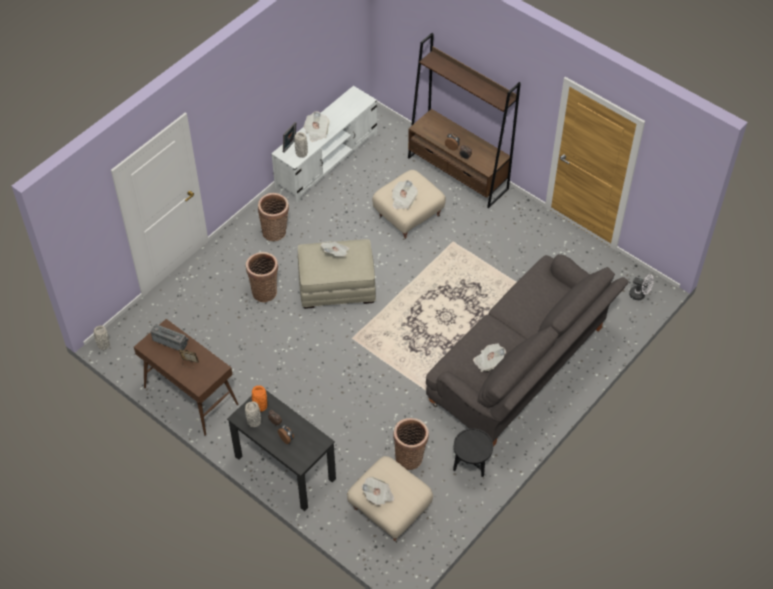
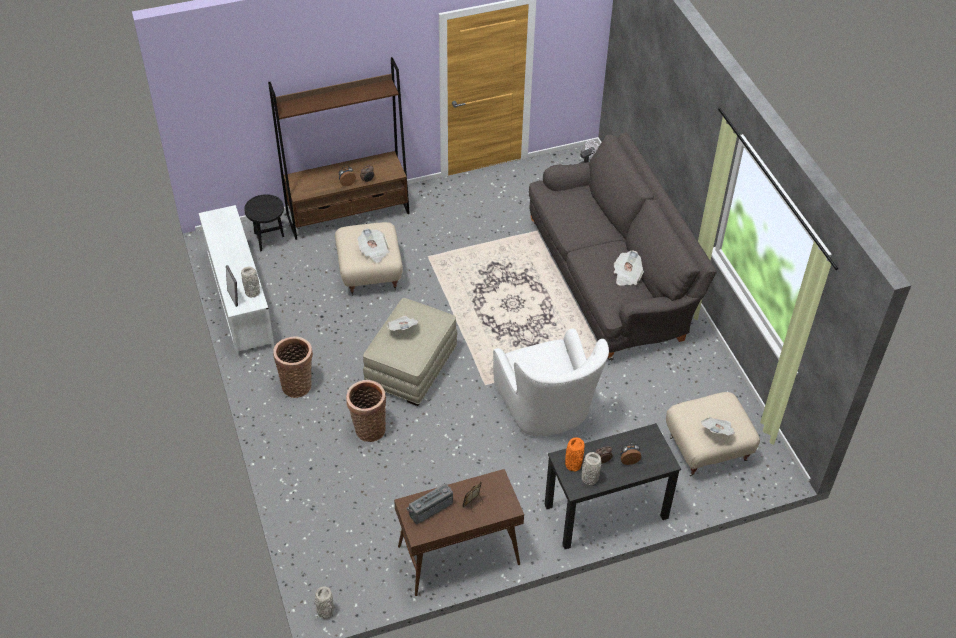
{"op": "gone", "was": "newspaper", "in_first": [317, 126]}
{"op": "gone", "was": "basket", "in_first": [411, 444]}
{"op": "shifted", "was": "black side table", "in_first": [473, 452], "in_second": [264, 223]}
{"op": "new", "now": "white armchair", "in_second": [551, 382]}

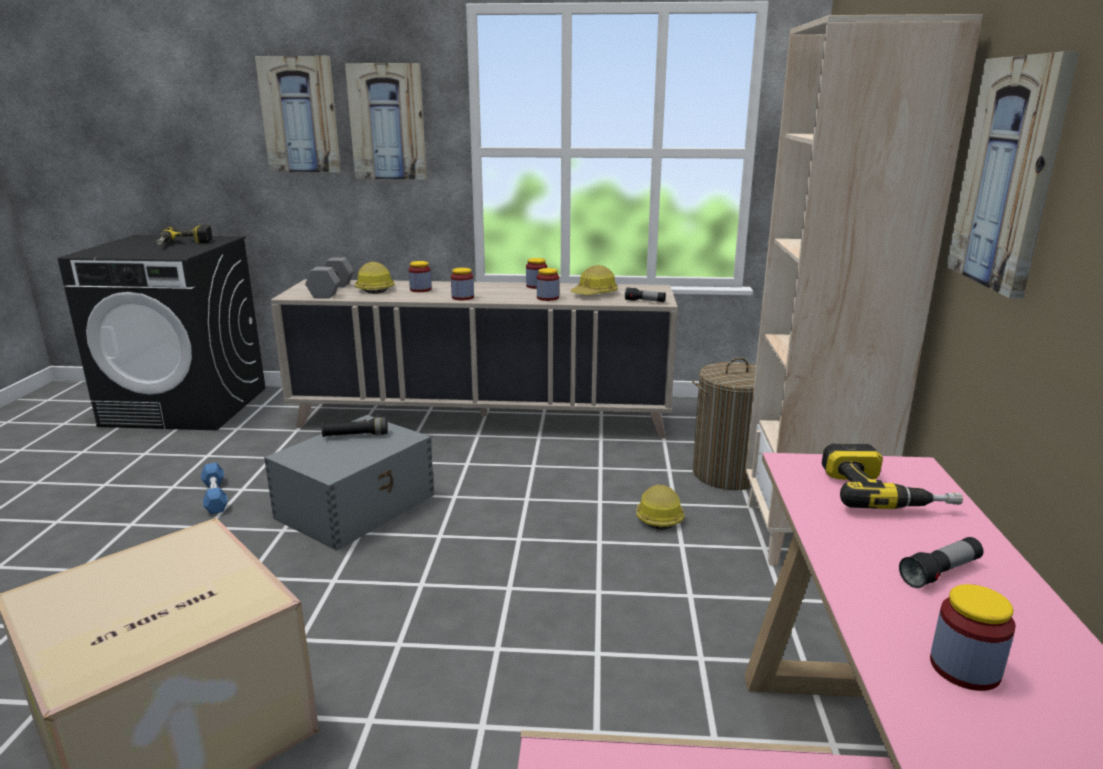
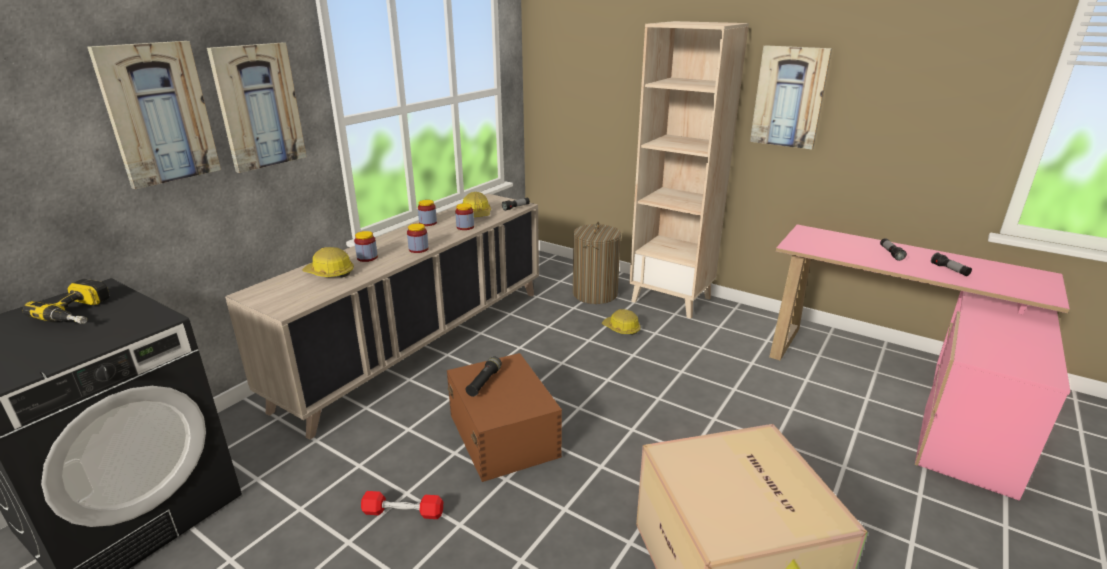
{"op": "repainted", "was": "blue dumbbell", "now": "red dumbbell", "in_first": [214, 488], "in_second": [402, 505]}
{"op": "repainted", "was": "grey storage box", "now": "brown storage box", "in_first": [349, 483], "in_second": [504, 417]}
{"op": "gone", "was": "grey dumbbell", "in_first": [329, 278]}
{"op": "gone", "was": "power drill", "in_first": [892, 476]}
{"op": "swapped", "was": "jar", "now": "flashlight", "in_first": [973, 637], "in_second": [951, 264]}

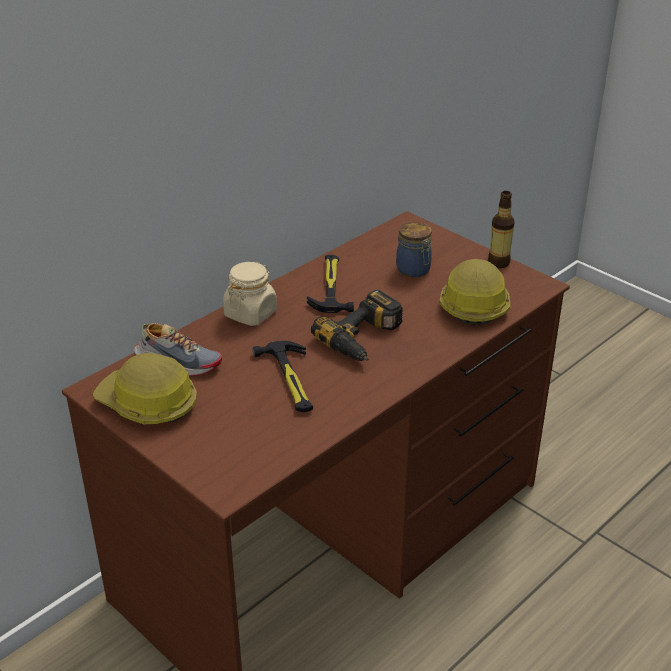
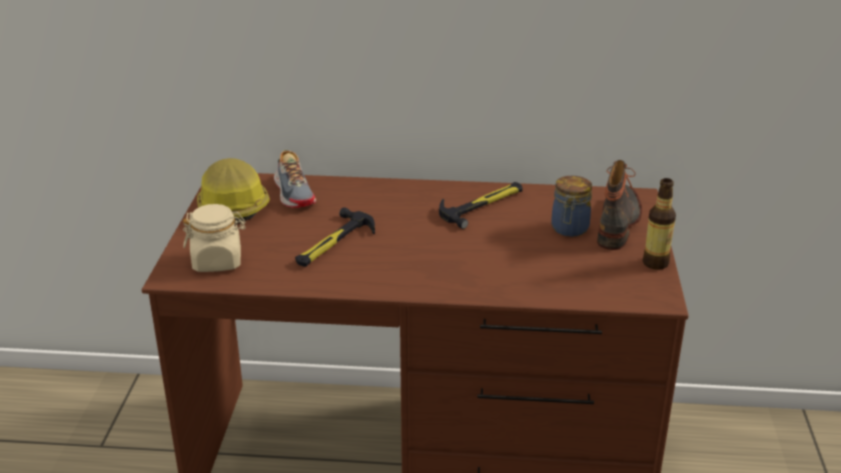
{"op": "shifted", "was": "beige jar", "in_first": [250, 294], "in_second": [214, 238]}
{"op": "gone", "was": "power drill", "in_first": [357, 325]}
{"op": "gone", "was": "hard hat", "in_first": [474, 292]}
{"op": "new", "now": "boot", "in_second": [619, 205]}

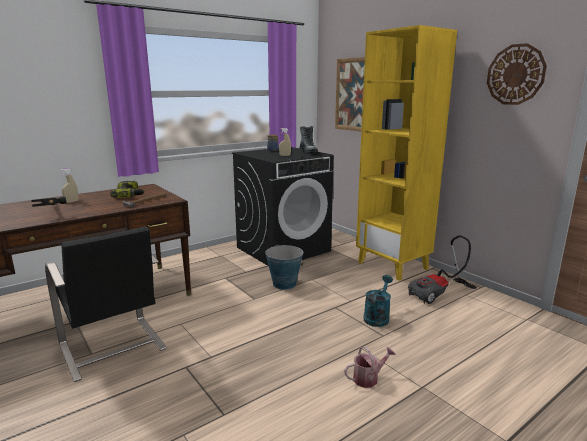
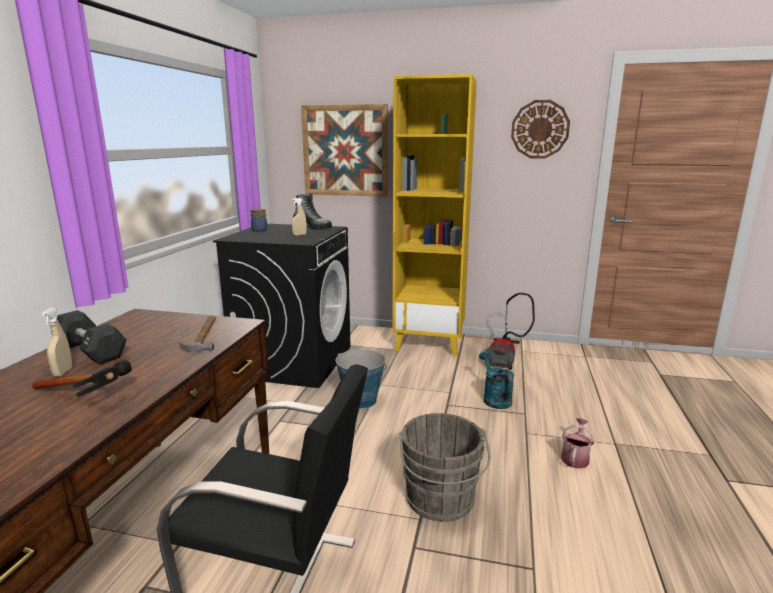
{"op": "gone", "was": "power drill", "in_first": [127, 189]}
{"op": "new", "now": "black dumbbell", "in_second": [89, 337]}
{"op": "new", "now": "grey bucket", "in_second": [445, 467]}

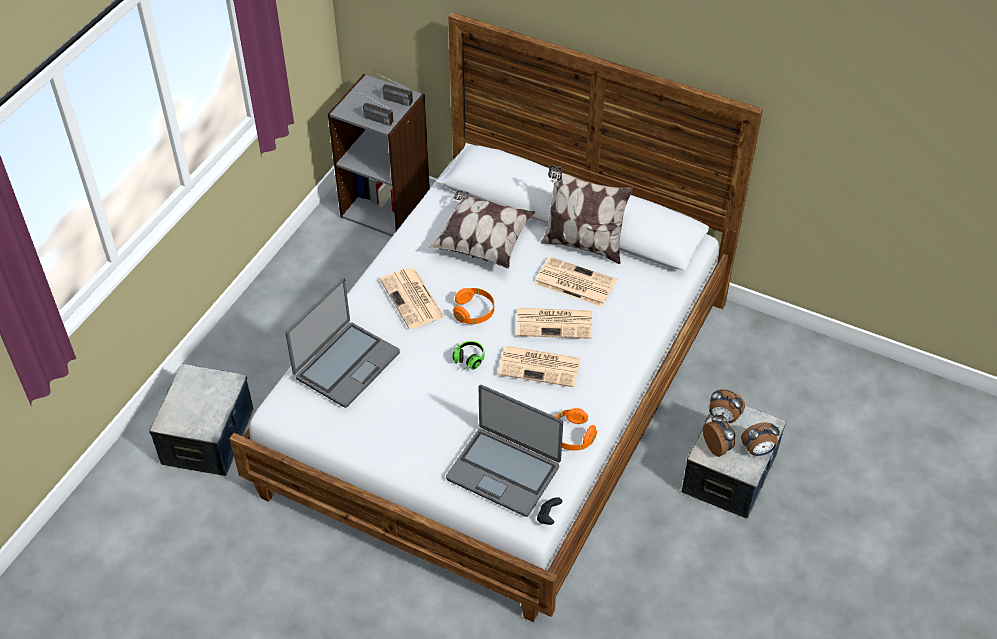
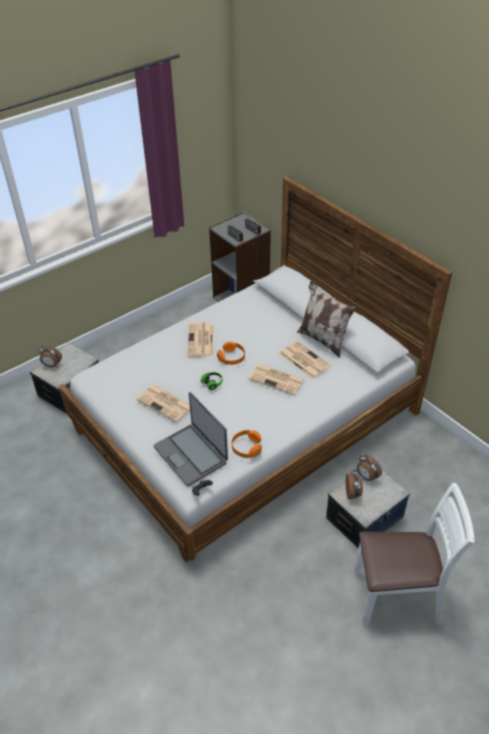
{"op": "gone", "was": "laptop", "in_first": [343, 343]}
{"op": "gone", "was": "pillow", "in_first": [482, 229]}
{"op": "shifted", "was": "newspaper", "in_first": [539, 366], "in_second": [163, 403]}
{"op": "shifted", "was": "alarm clock", "in_first": [760, 439], "in_second": [50, 356]}
{"op": "new", "now": "white chair", "in_second": [414, 554]}

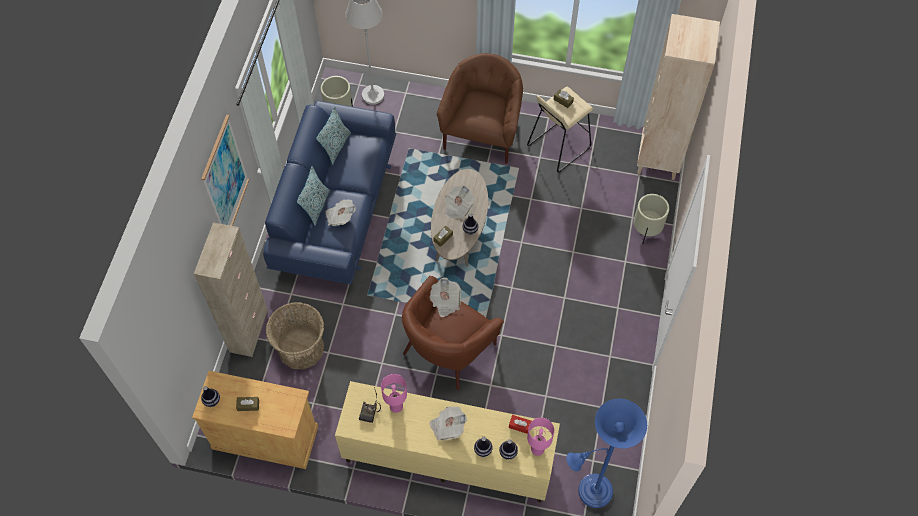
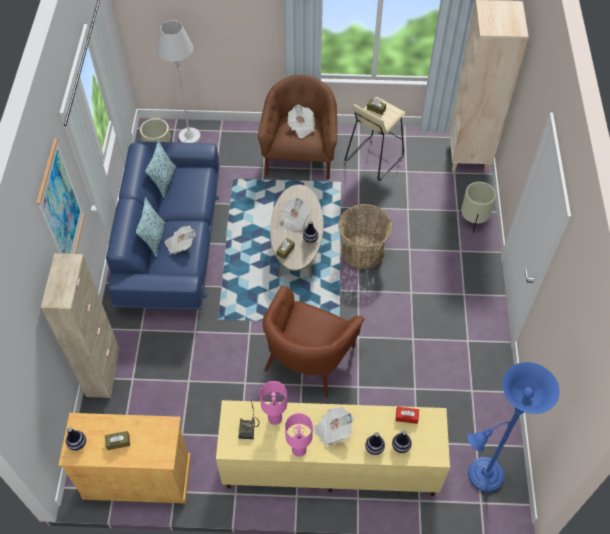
{"op": "shifted", "was": "basket", "in_first": [295, 336], "in_second": [365, 236]}
{"op": "shifted", "was": "newspaper", "in_first": [445, 297], "in_second": [301, 122]}
{"op": "shifted", "was": "pink table lamp", "in_first": [540, 437], "in_second": [299, 435]}

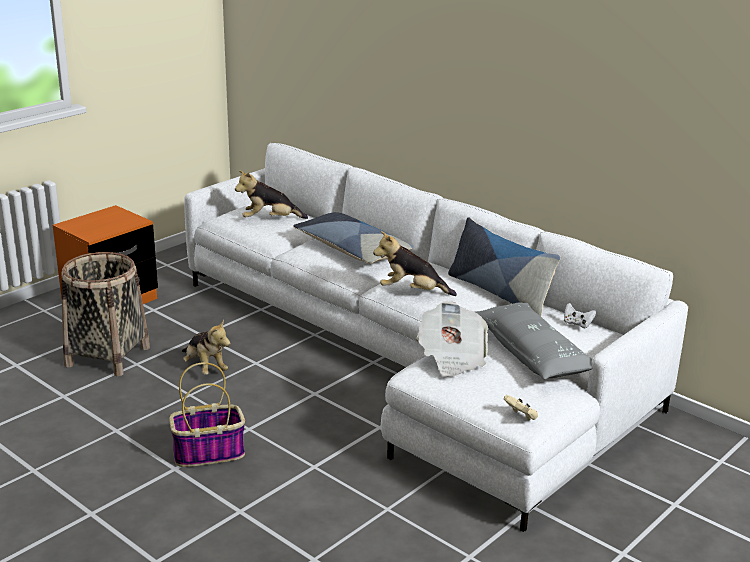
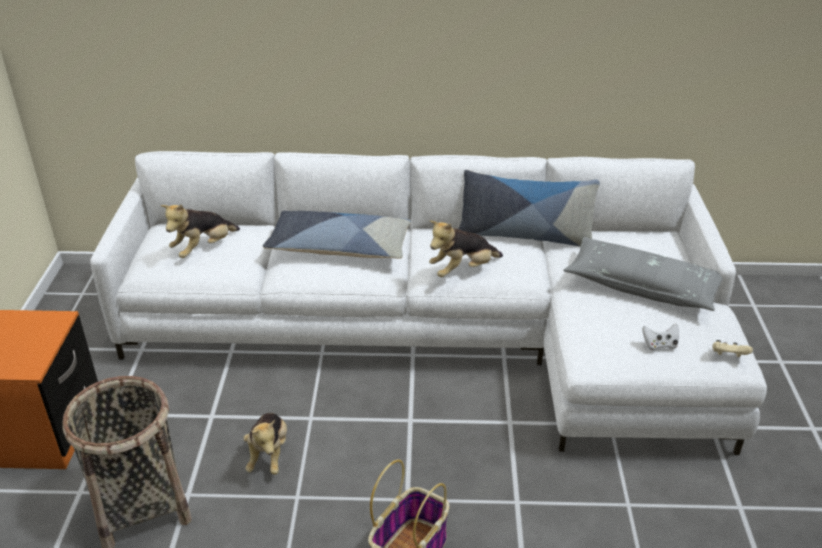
{"op": "rotated", "was": "plush toy", "in_first": [206, 347], "in_second": [265, 444], "clockwise": 75}
{"op": "gone", "was": "newspaper", "in_first": [452, 339]}
{"op": "shifted", "was": "white game controller", "in_first": [580, 315], "in_second": [660, 337]}

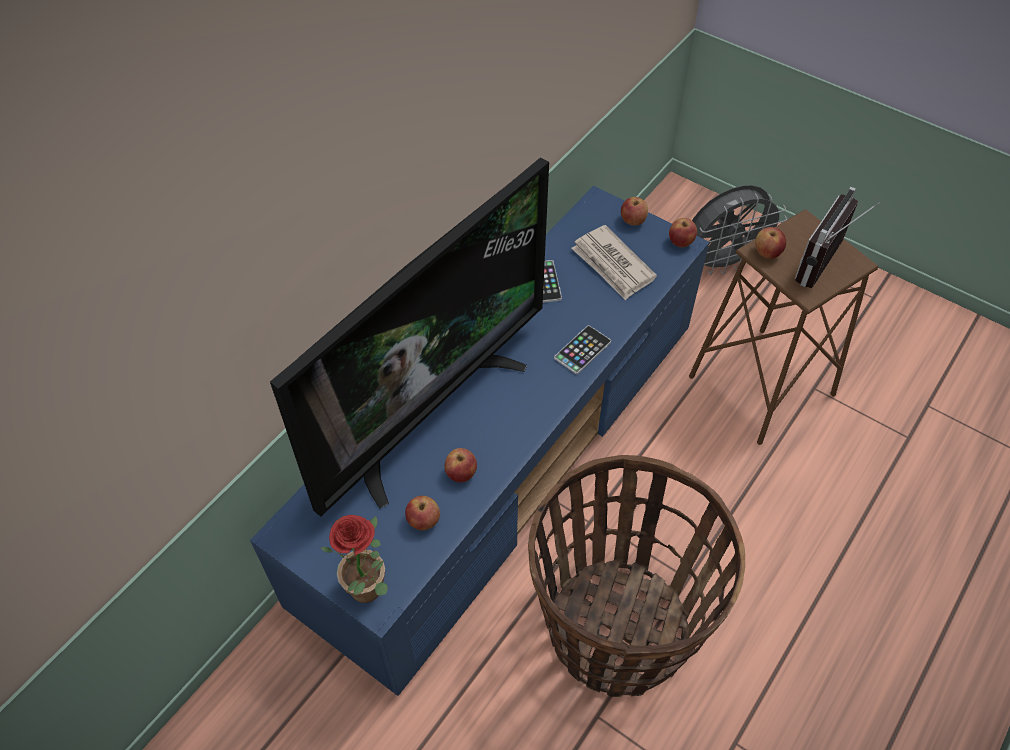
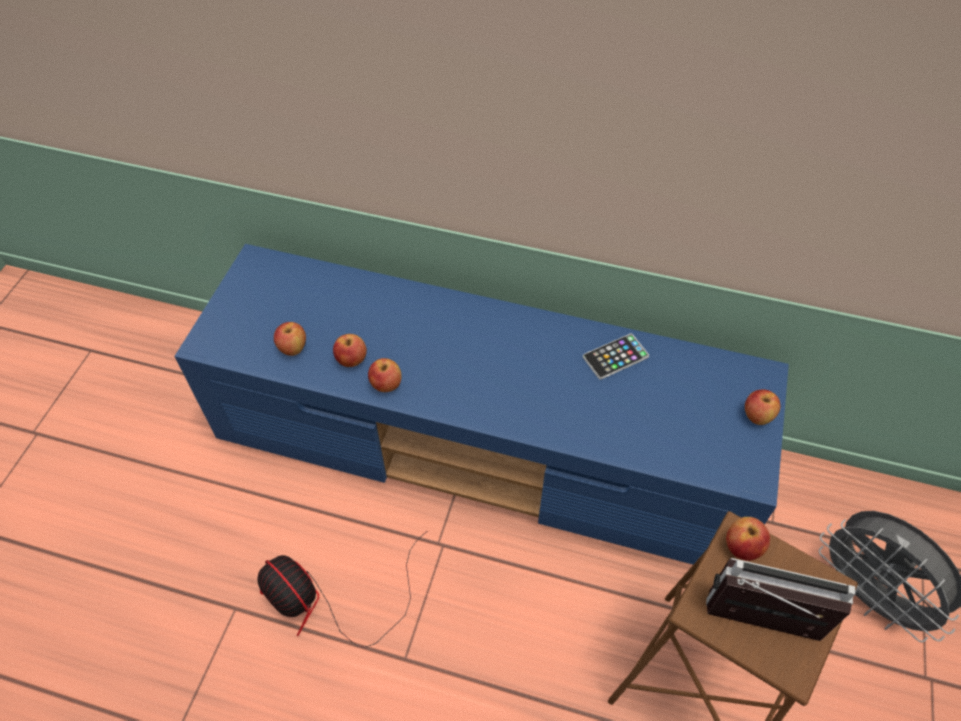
{"op": "gone", "was": "television", "in_first": [409, 337]}
{"op": "gone", "was": "potted plant", "in_first": [354, 559]}
{"op": "swapped", "was": "basket", "now": "fan", "in_first": [636, 576], "in_second": [342, 589]}
{"op": "gone", "was": "phone", "in_first": [582, 349]}
{"op": "gone", "was": "newspaper", "in_first": [614, 262]}
{"op": "shifted", "was": "apple", "in_first": [683, 232], "in_second": [385, 375]}

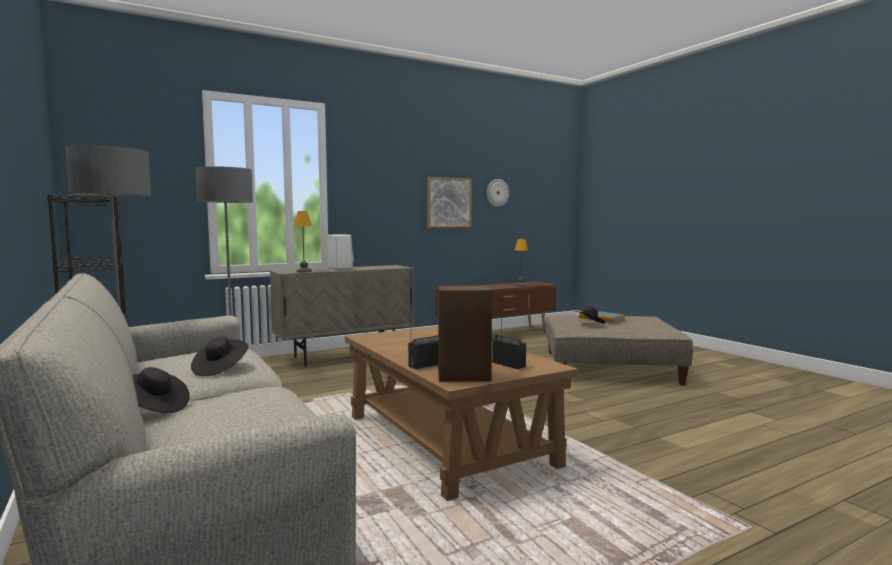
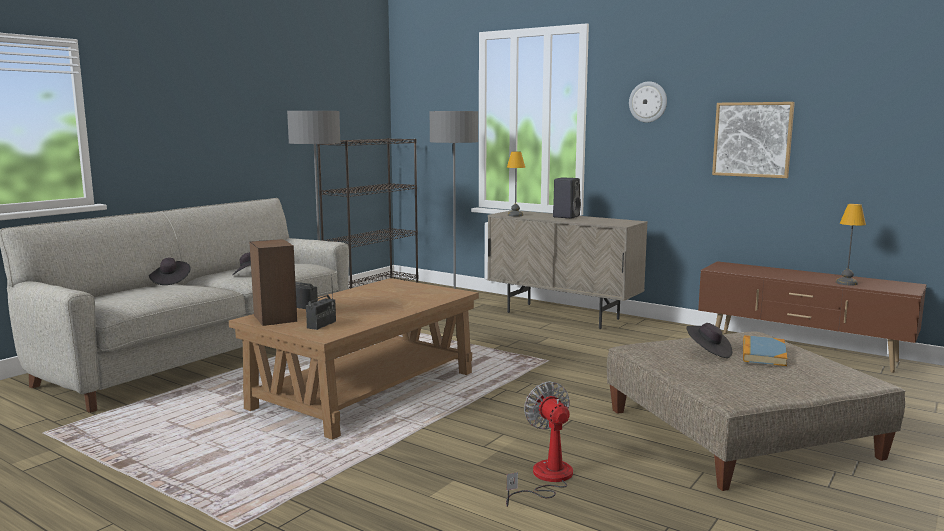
{"op": "repainted", "was": "white speaker", "now": "black speaker", "in_first": [341, 251], "in_second": [567, 198]}
{"op": "shifted", "was": "wall clock", "in_first": [498, 193], "in_second": [648, 102]}
{"op": "new", "now": "fan", "in_second": [539, 444]}

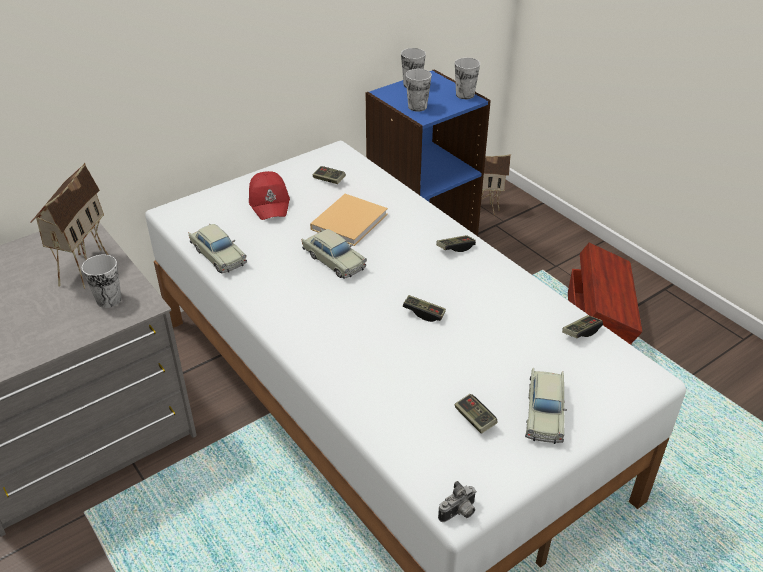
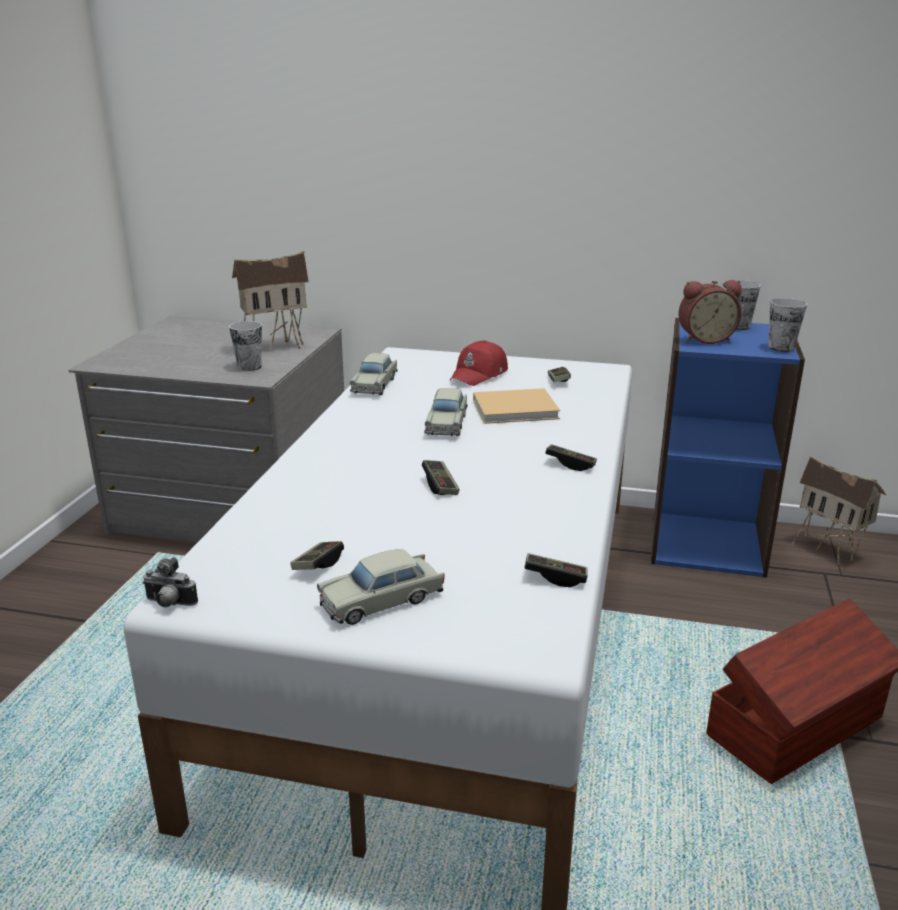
{"op": "swapped", "was": "cup", "now": "alarm clock", "in_first": [418, 90], "in_second": [710, 312]}

